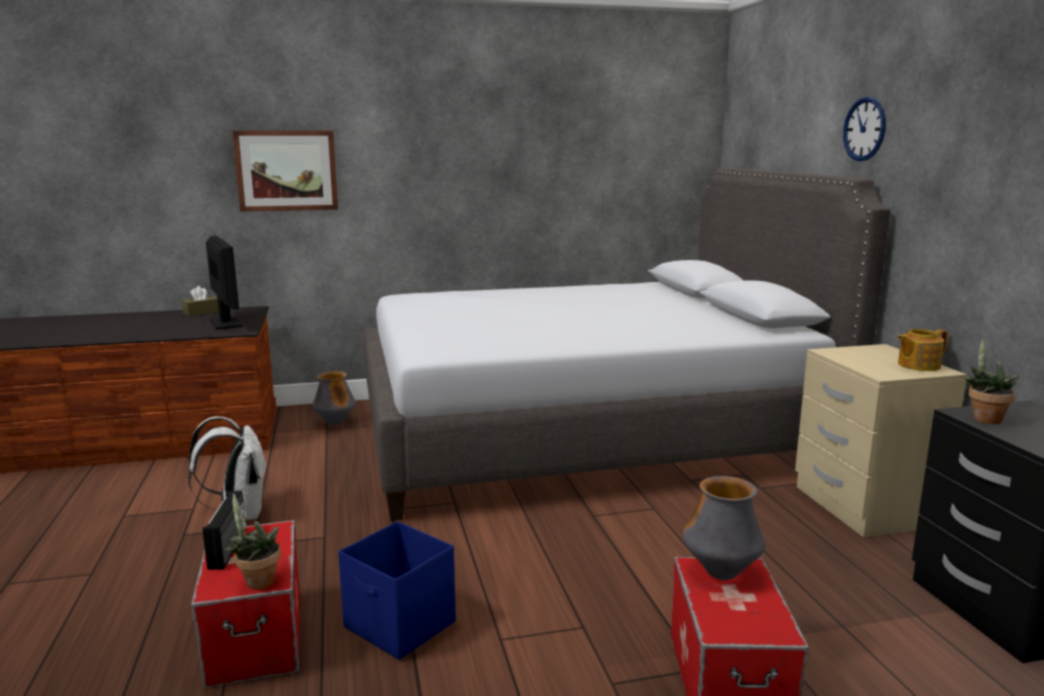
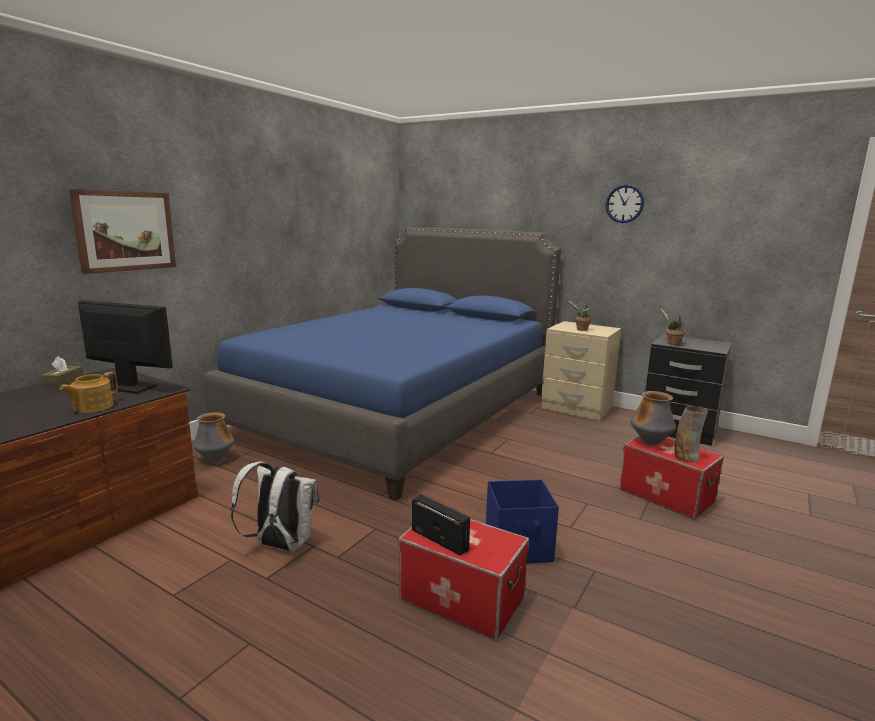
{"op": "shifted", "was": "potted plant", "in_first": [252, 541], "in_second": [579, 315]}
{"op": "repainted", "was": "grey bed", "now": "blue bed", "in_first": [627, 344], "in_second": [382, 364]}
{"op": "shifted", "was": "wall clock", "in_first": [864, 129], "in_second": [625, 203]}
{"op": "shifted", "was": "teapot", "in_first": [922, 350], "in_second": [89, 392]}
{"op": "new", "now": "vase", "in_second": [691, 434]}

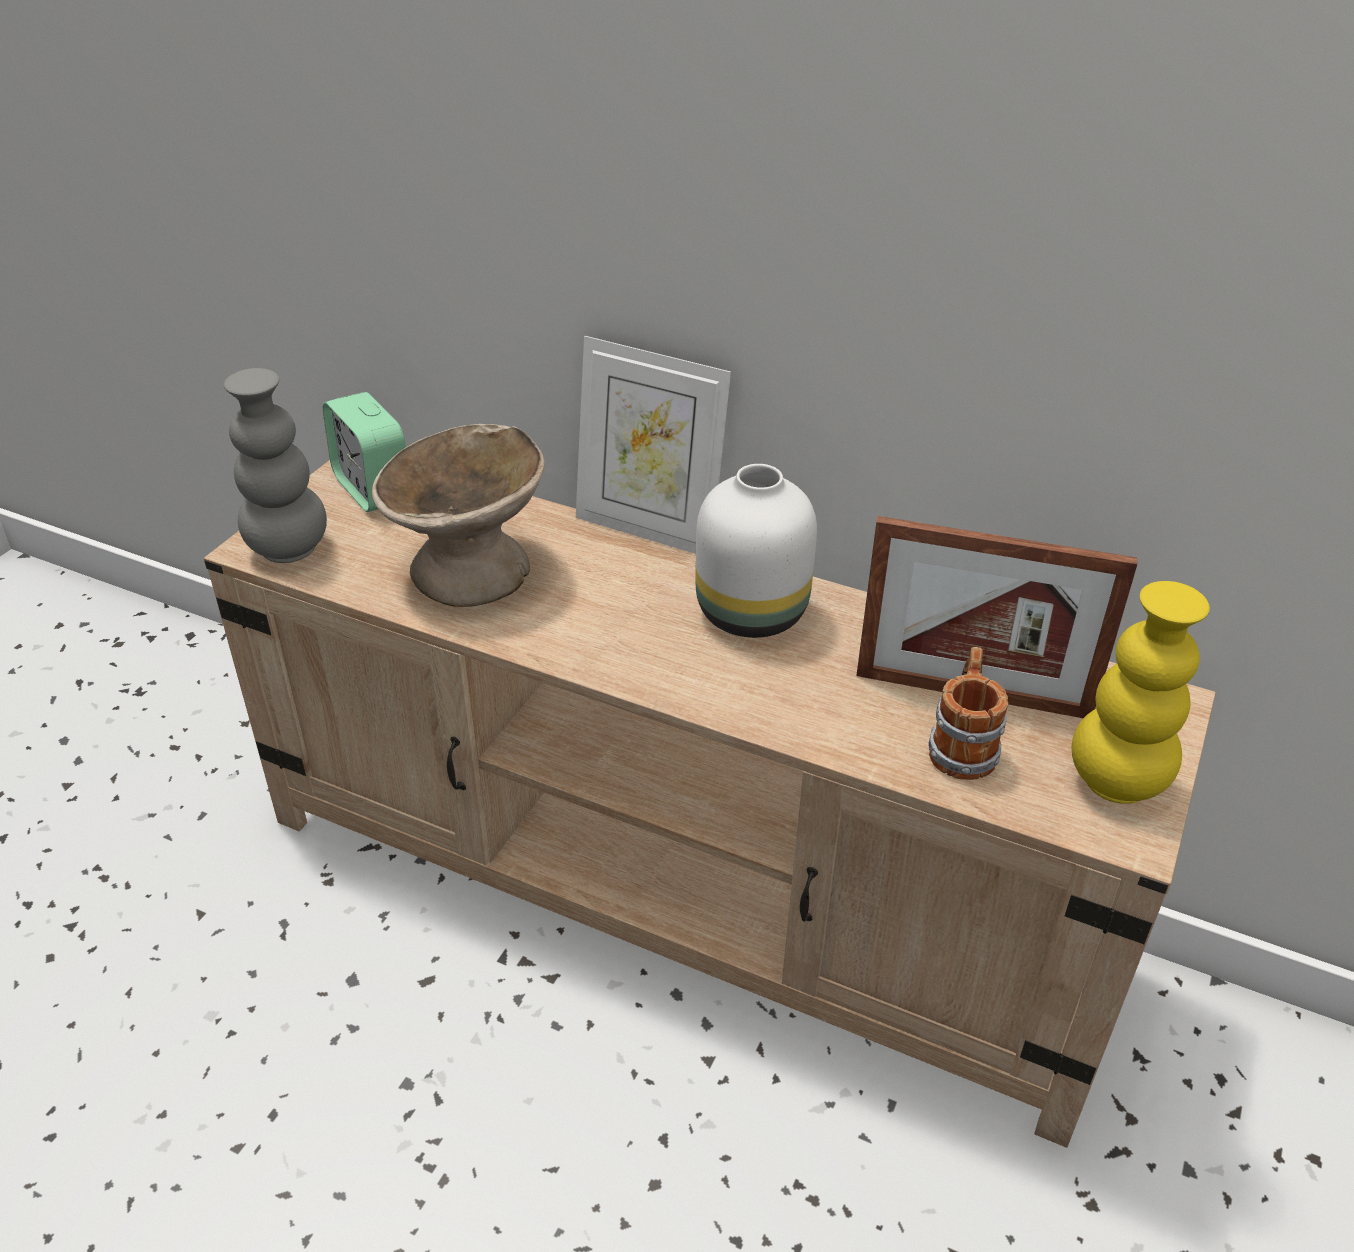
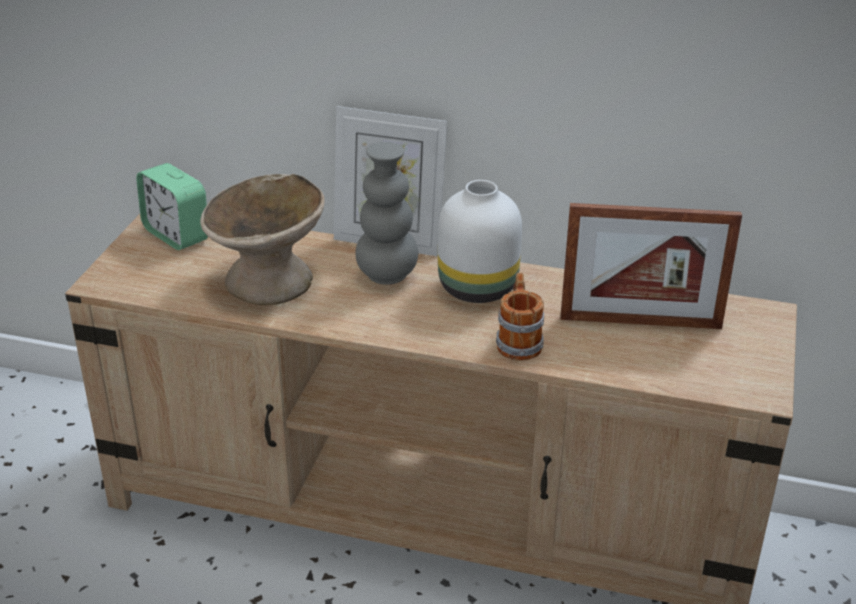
{"op": "shifted", "was": "grey vase", "in_first": [275, 465], "in_second": [386, 213]}
{"op": "shifted", "was": "mug", "in_first": [969, 713], "in_second": [520, 317]}
{"op": "gone", "was": "yellow vase", "in_first": [1141, 692]}

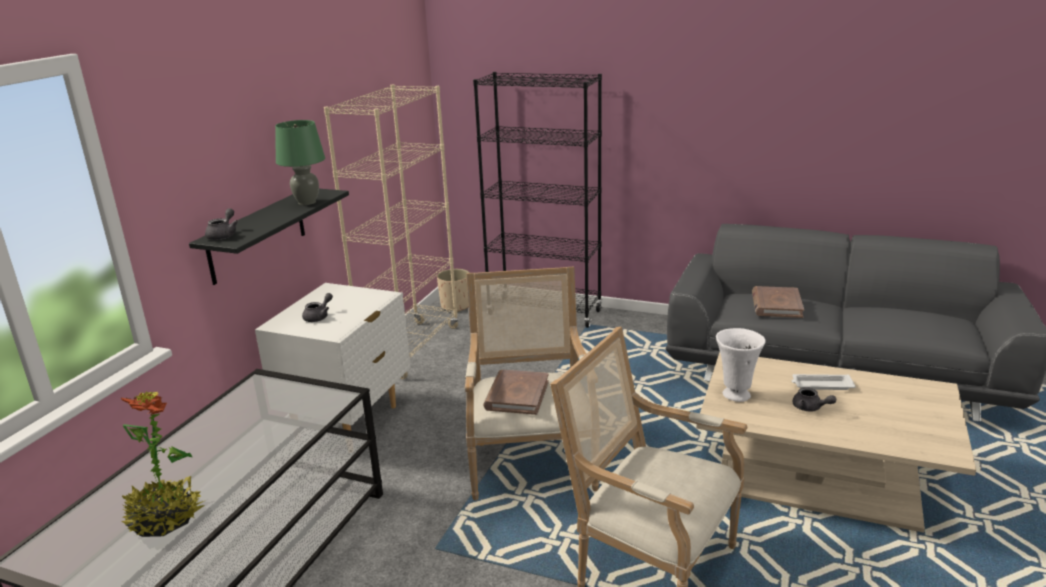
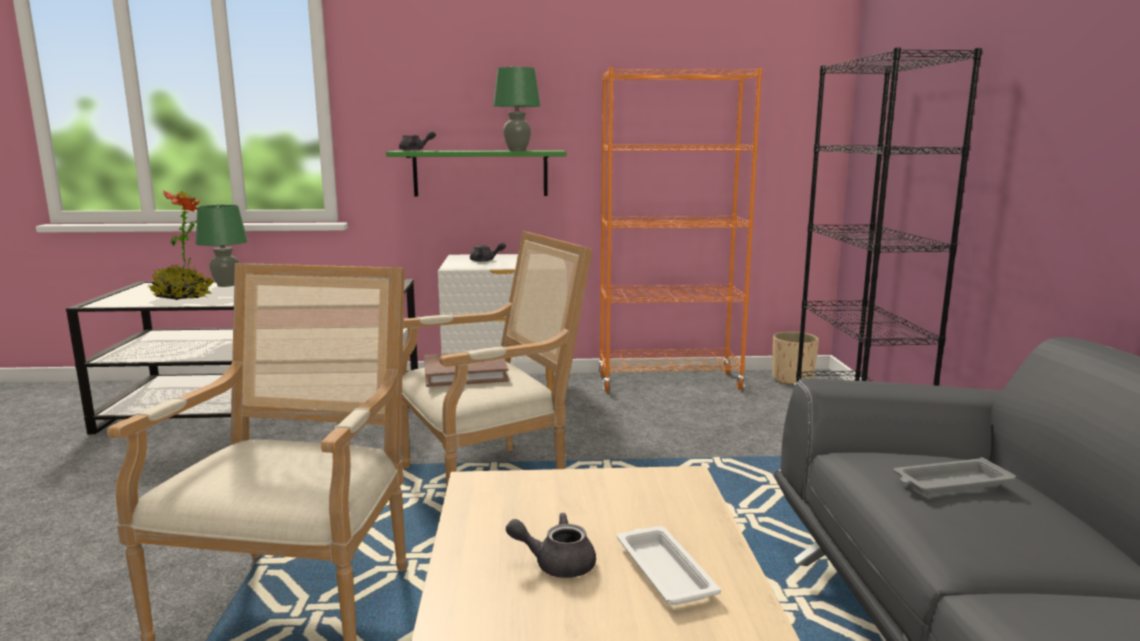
{"op": "repainted", "was": "black shelf", "now": "green shelf", "in_first": [269, 237], "in_second": [476, 174]}
{"op": "repainted", "was": "beige bookcase", "now": "orange bookcase", "in_first": [391, 231], "in_second": [680, 229]}
{"op": "gone", "was": "white vase", "in_first": [741, 365]}
{"op": "swapped", "was": "brown book", "now": "grey tray", "in_first": [778, 302], "in_second": [955, 475]}
{"op": "rotated", "was": "grey teapot", "in_first": [814, 399], "in_second": [551, 545], "clockwise": 75}
{"op": "new", "now": "green table lamp", "in_second": [222, 246]}

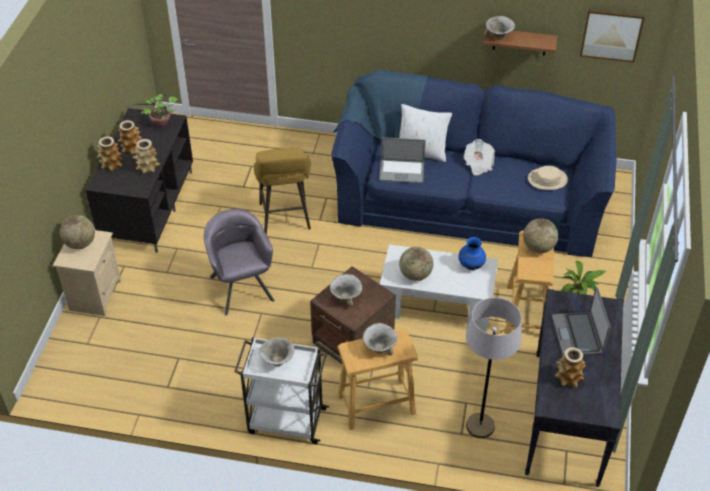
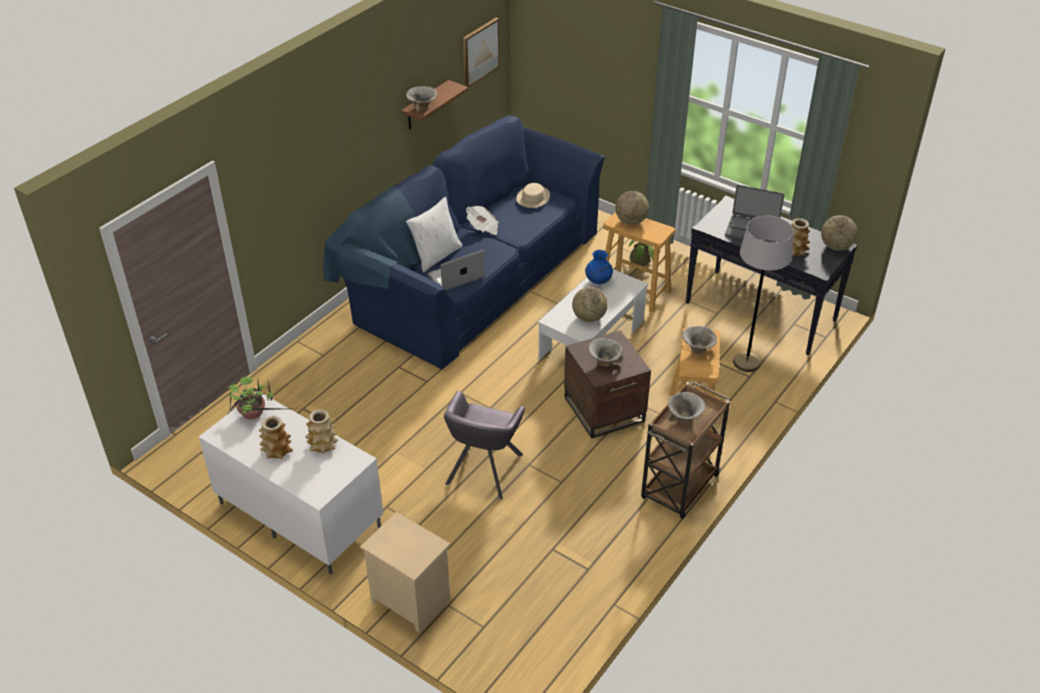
{"op": "shifted", "was": "globe", "in_first": [77, 232], "in_second": [839, 233]}
{"op": "repainted", "was": "black tv stand", "now": "white tv stand", "in_first": [139, 180], "in_second": [291, 483]}
{"op": "gone", "was": "vase", "in_first": [110, 153]}
{"op": "rotated", "was": "grey armchair", "in_first": [239, 262], "in_second": [484, 445], "clockwise": -75}
{"op": "repainted", "was": "white cart", "now": "brown cart", "in_first": [281, 390], "in_second": [685, 450]}
{"op": "gone", "was": "yellow stool", "in_first": [282, 190]}
{"op": "rotated", "was": "laptop", "in_first": [402, 160], "in_second": [456, 270], "clockwise": -150}

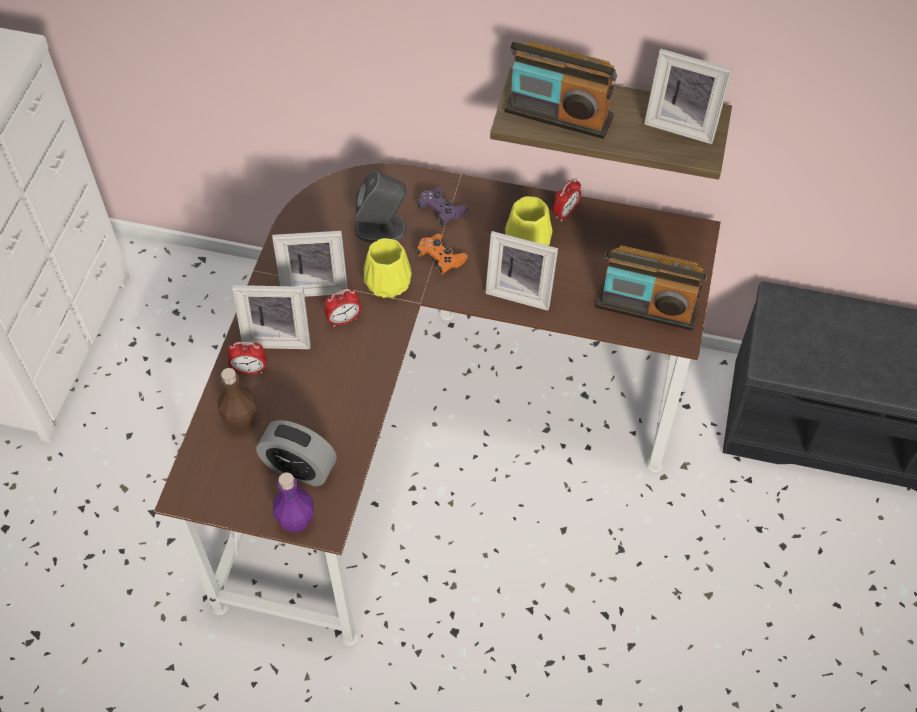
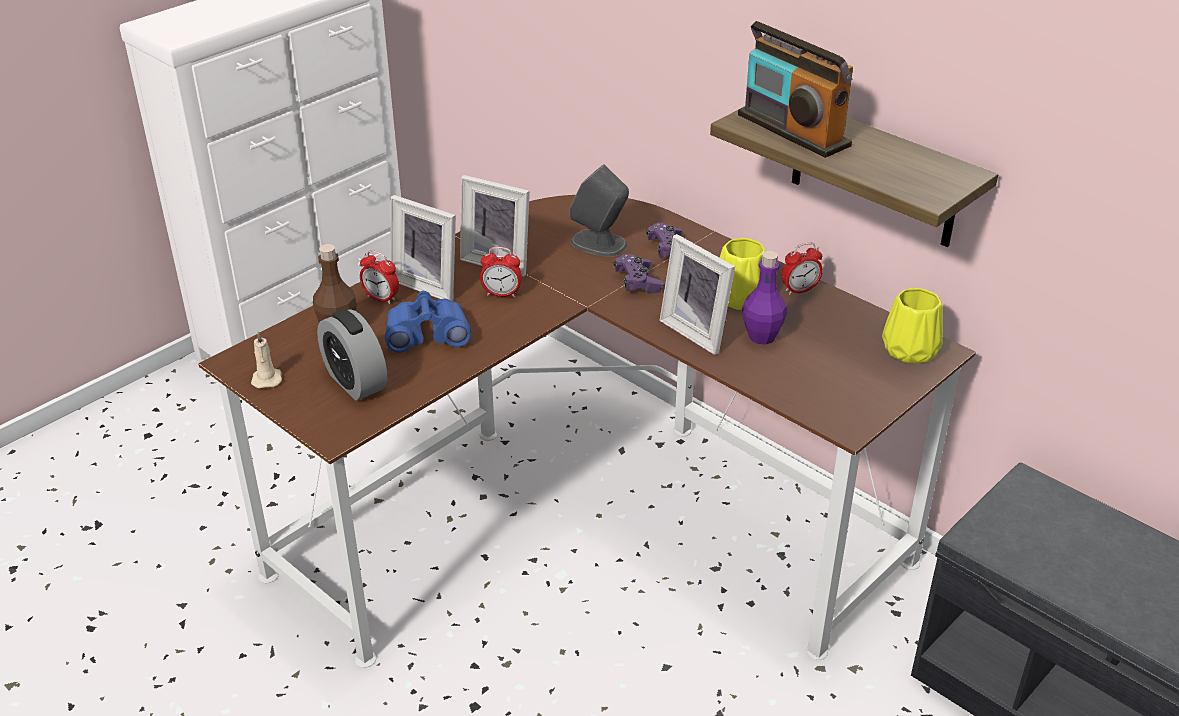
{"op": "shifted", "was": "purple bottle", "in_first": [293, 502], "in_second": [764, 297]}
{"op": "shifted", "was": "yellow vase", "in_first": [388, 268], "in_second": [912, 325]}
{"op": "repainted", "was": "orange game controller", "now": "purple game controller", "in_first": [442, 254], "in_second": [639, 274]}
{"op": "gone", "was": "radio", "in_first": [651, 288]}
{"op": "gone", "was": "picture frame", "in_first": [688, 96]}
{"op": "new", "now": "beige candle", "in_second": [266, 359]}
{"op": "new", "now": "blue binoculars", "in_second": [428, 322]}

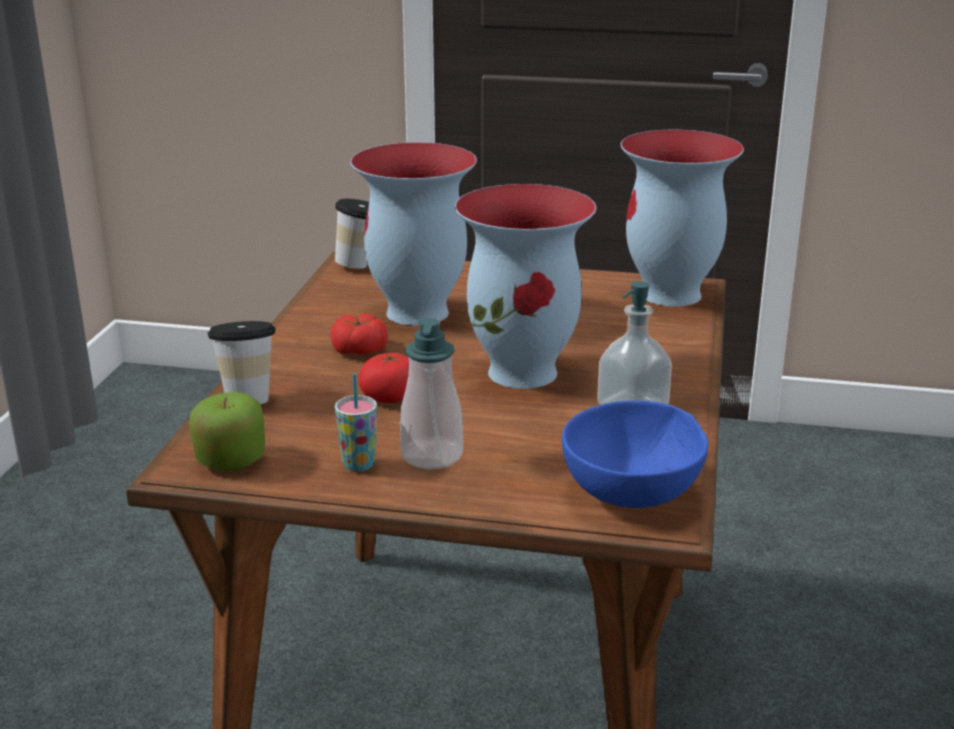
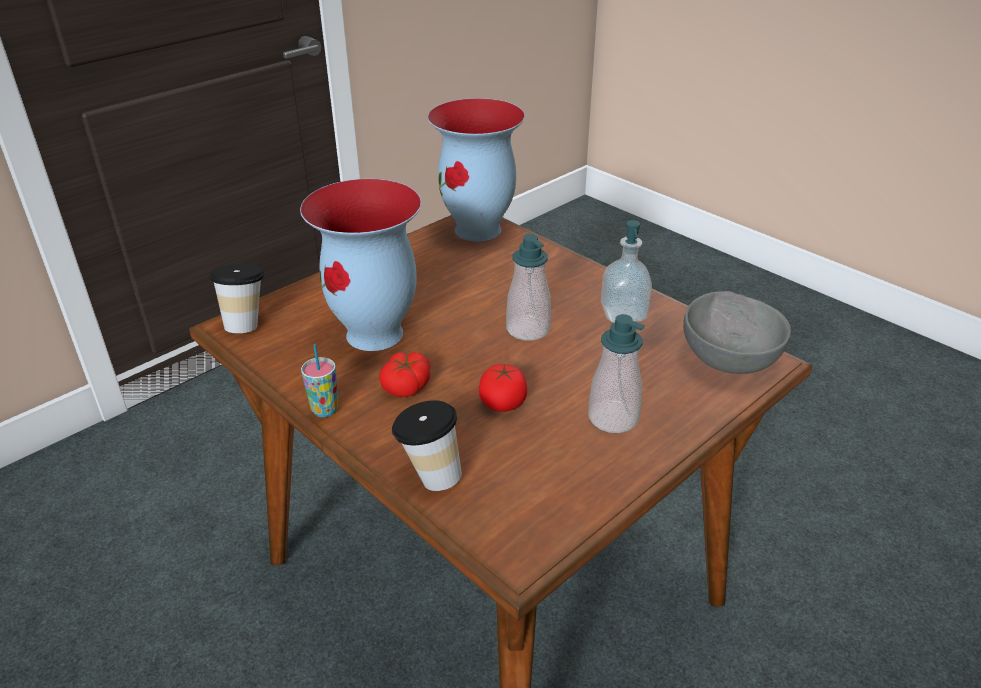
{"op": "gone", "was": "apple", "in_first": [227, 431]}
{"op": "shifted", "was": "cup", "in_first": [356, 423], "in_second": [319, 380]}
{"op": "swapped", "was": "vase", "now": "soap dispenser", "in_first": [525, 286], "in_second": [528, 287]}
{"op": "repainted", "was": "blue bowl", "now": "grey bowl", "in_first": [635, 454], "in_second": [737, 332]}

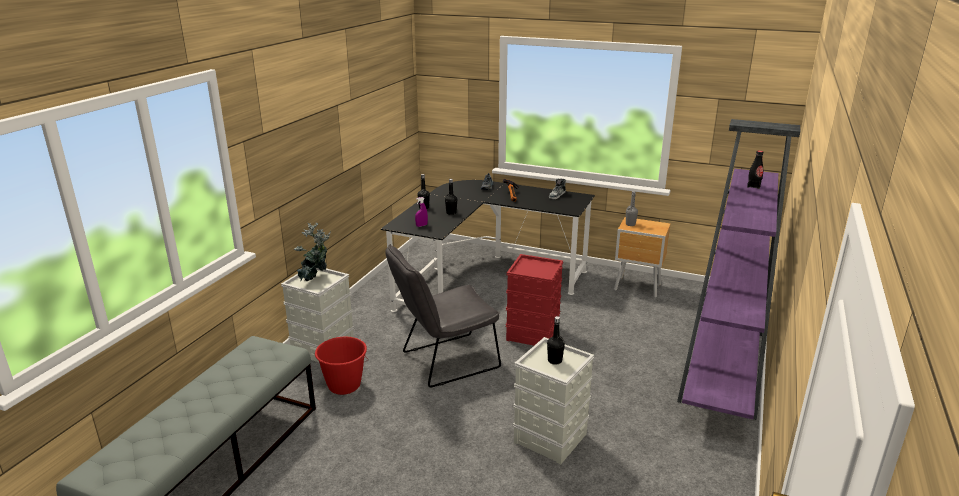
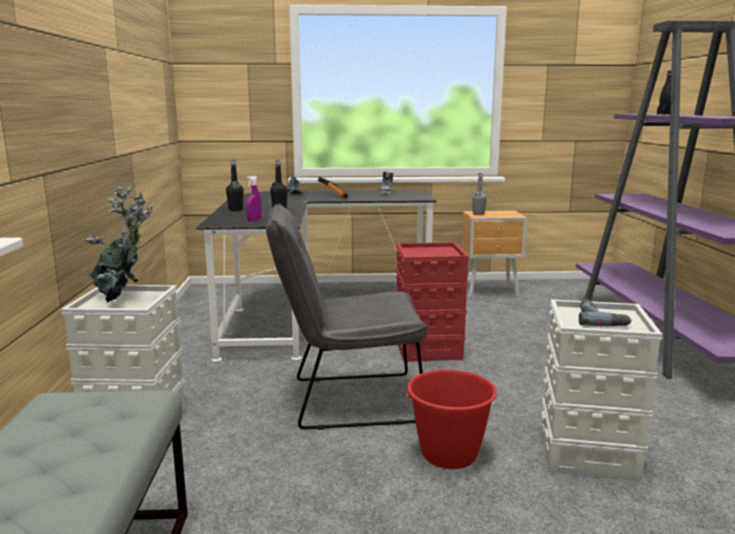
{"op": "shifted", "was": "red bucket", "in_first": [342, 366], "in_second": [451, 419]}
{"op": "rotated", "was": "grey chair", "in_first": [443, 315], "in_second": [347, 316], "clockwise": 45}
{"op": "swapped", "was": "black bottle", "now": "power drill", "in_first": [556, 340], "in_second": [605, 312]}

